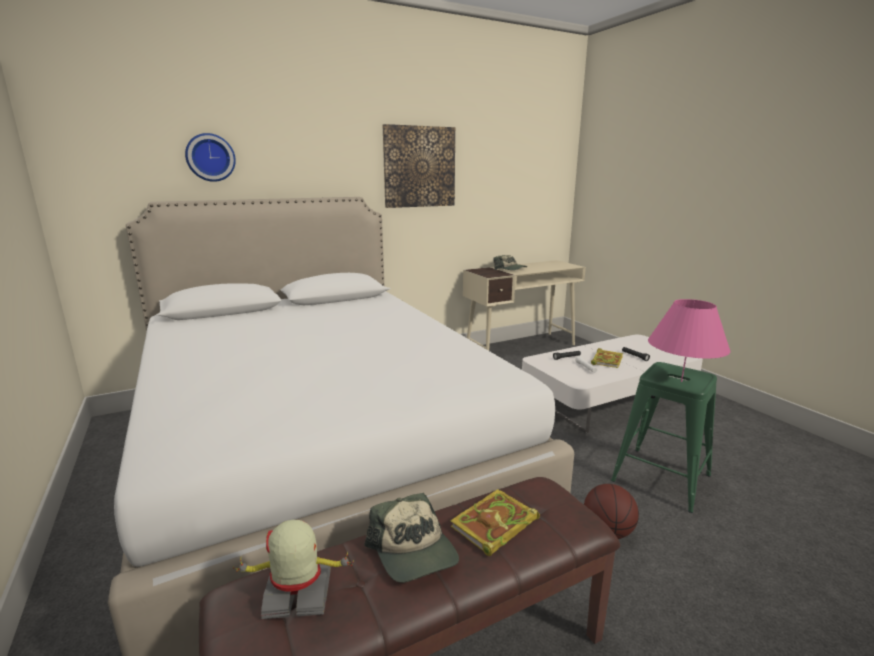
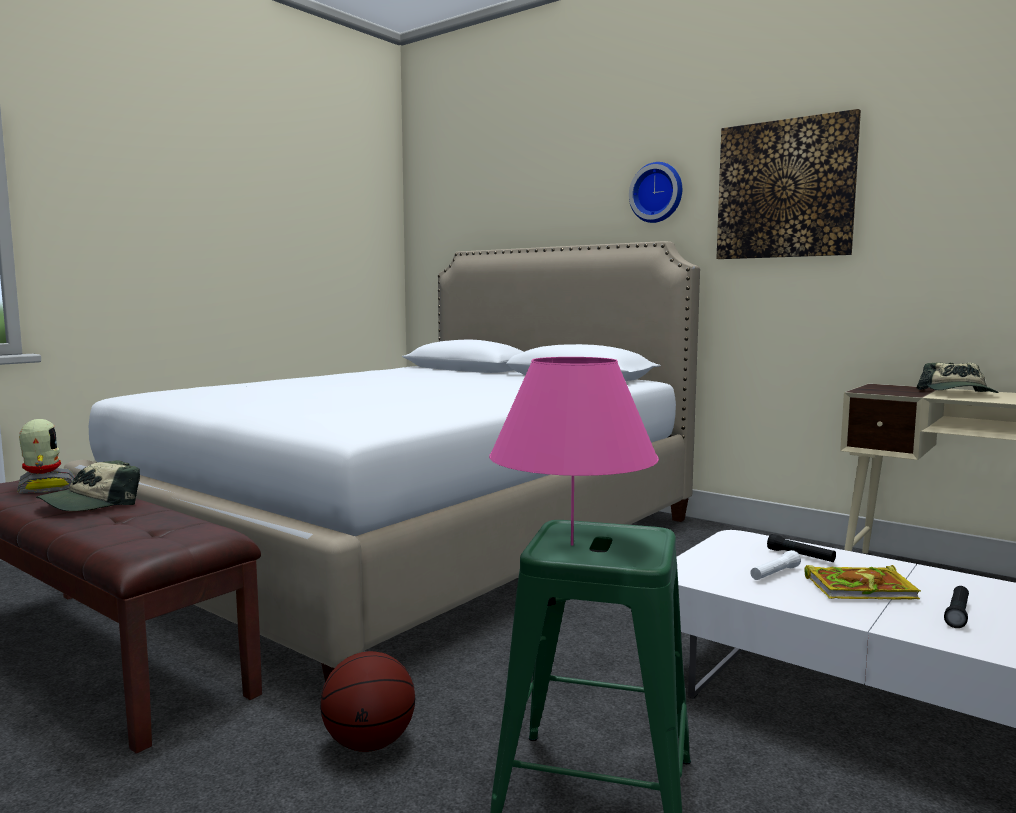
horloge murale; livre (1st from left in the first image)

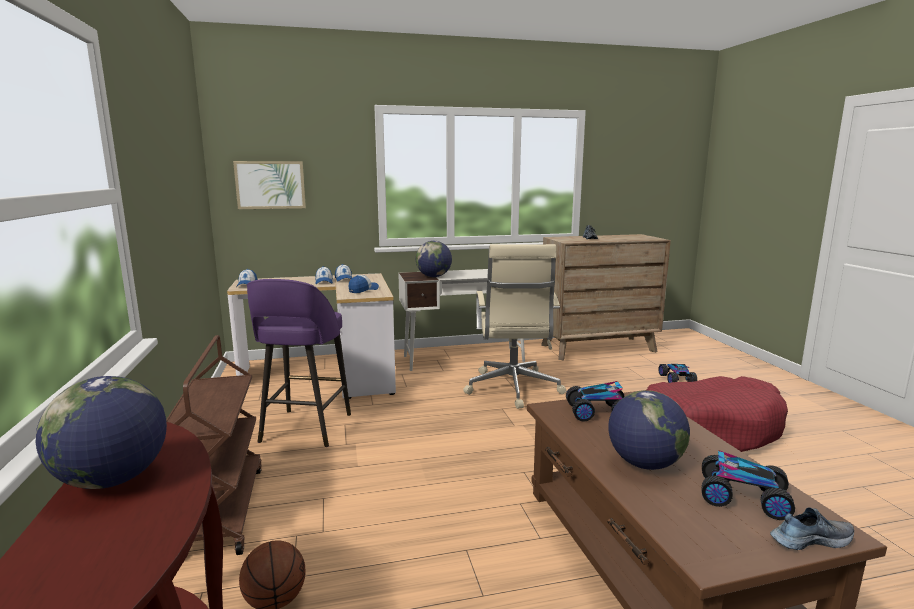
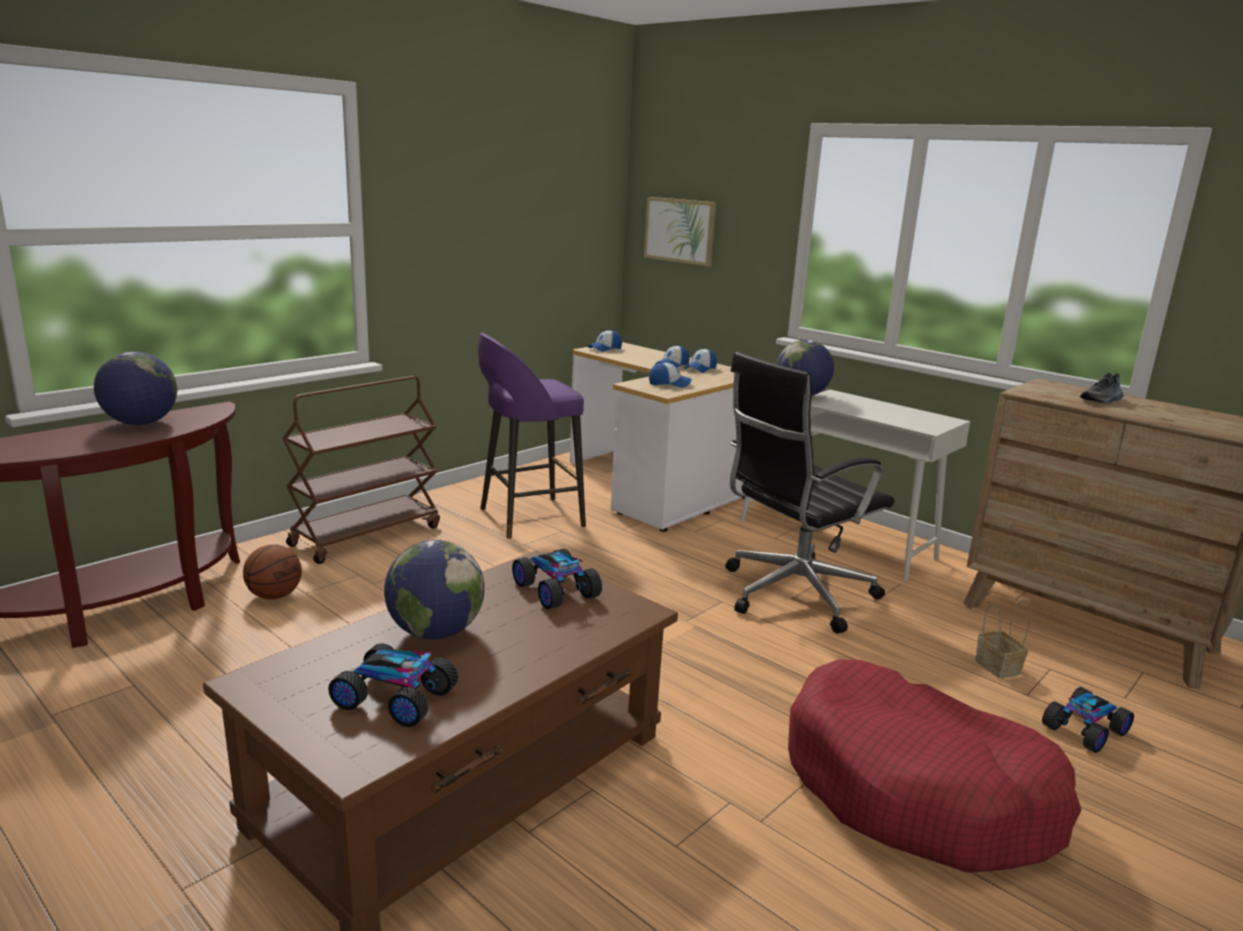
chaise de bureau [noir]; petite voiture (1st from left); chaussure (2nd from left in the first image); panier

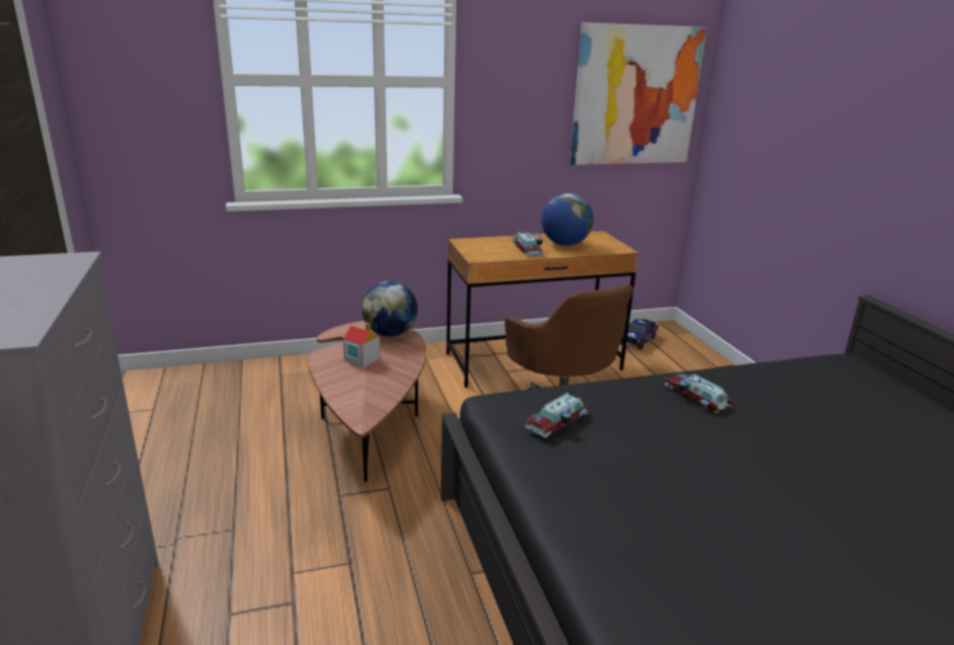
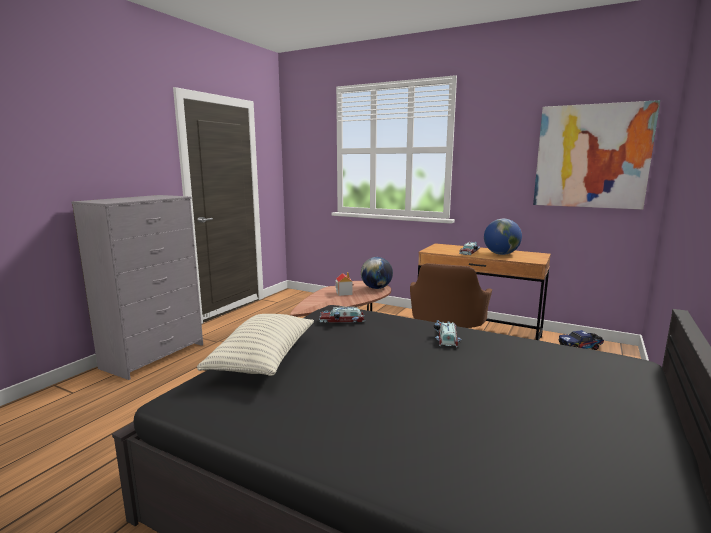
coussin

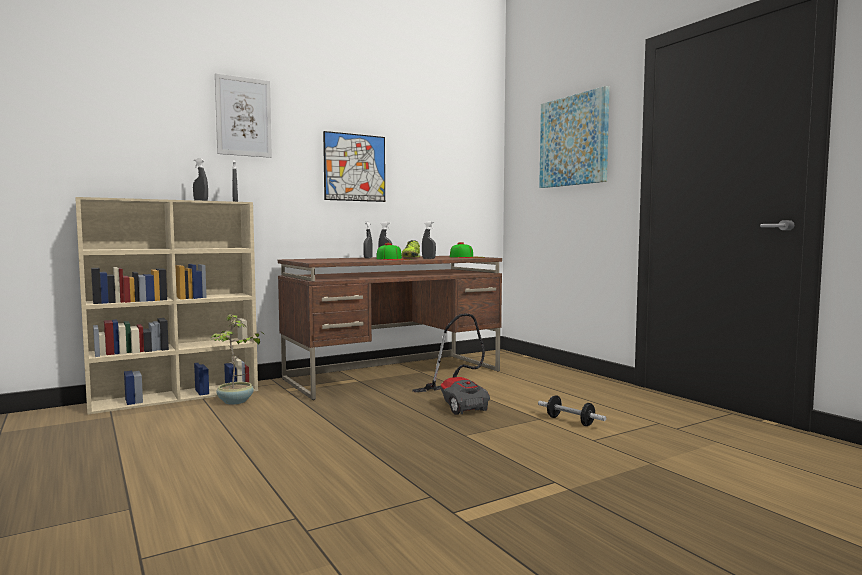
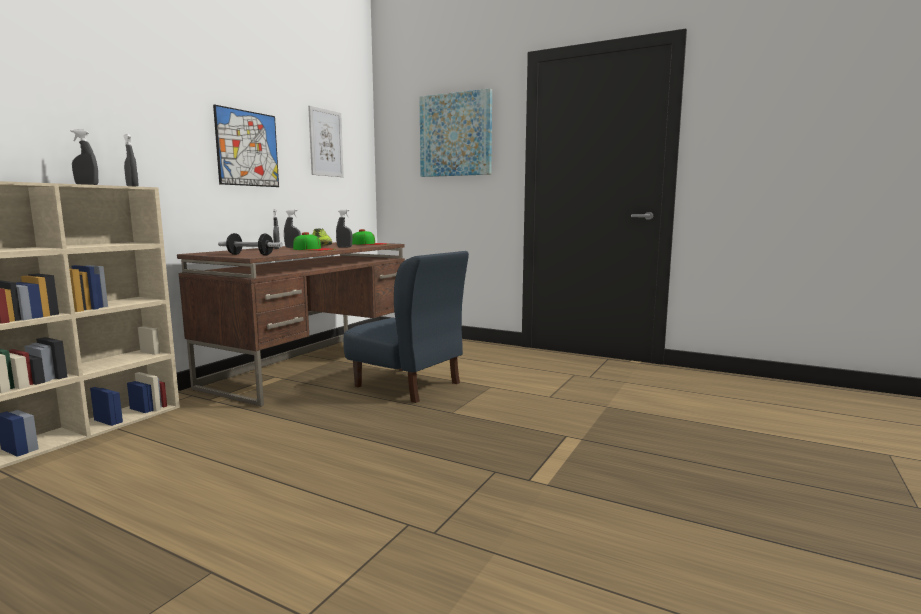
plante en pot; tableau (2nd from left); chaise [bleu]; haltère

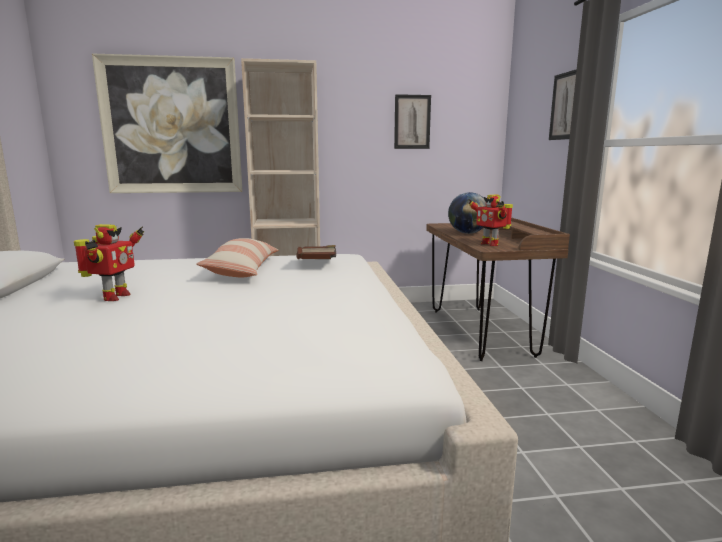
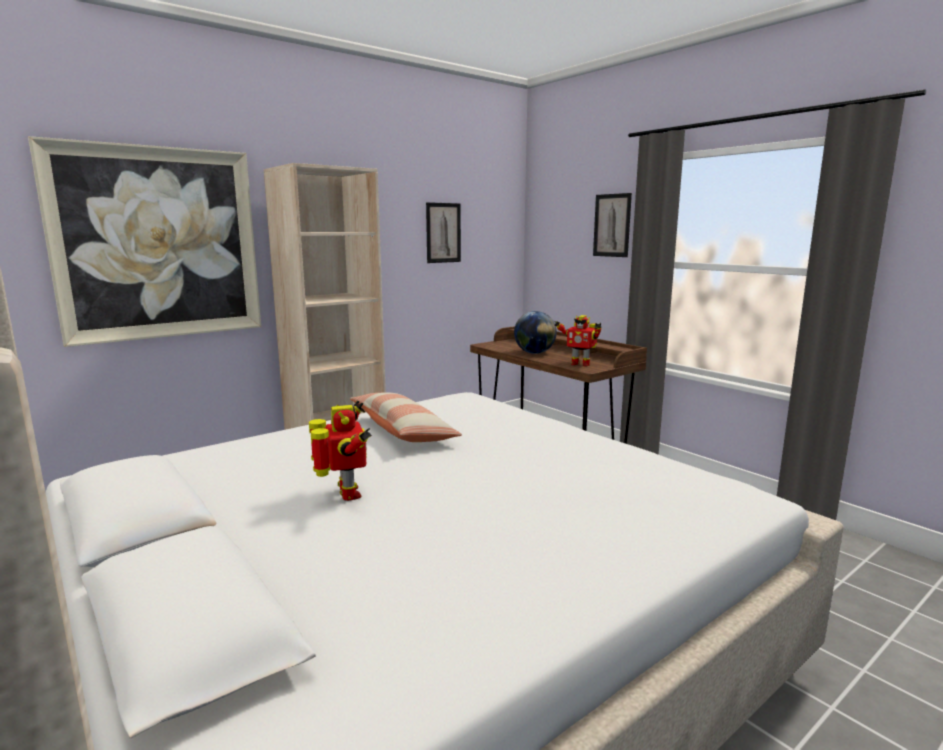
livre [marron]

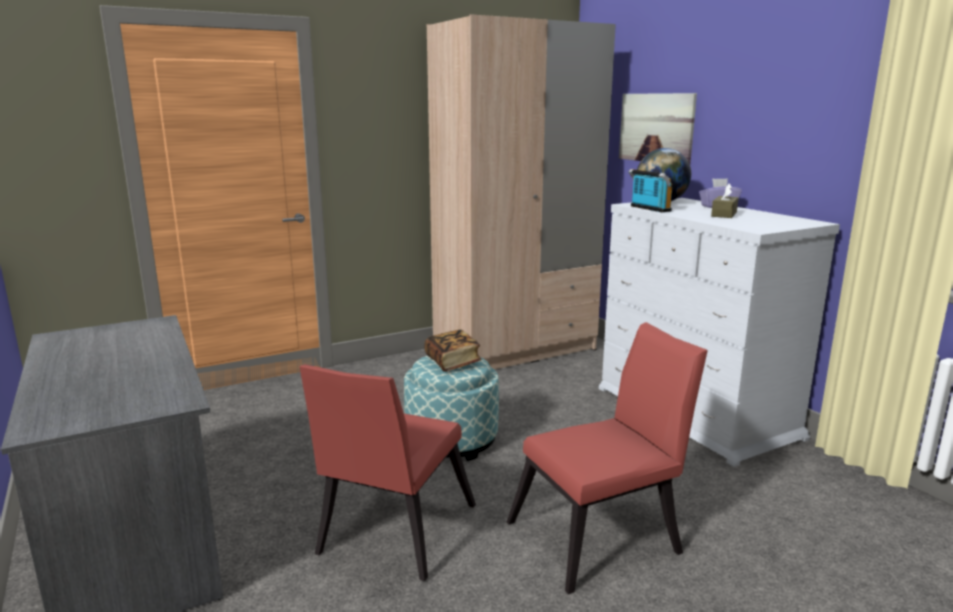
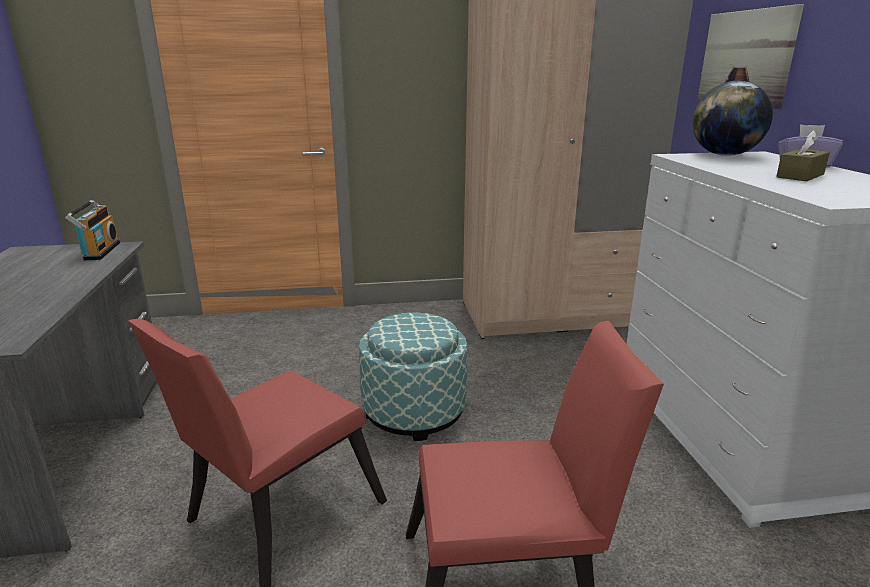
livre; radio

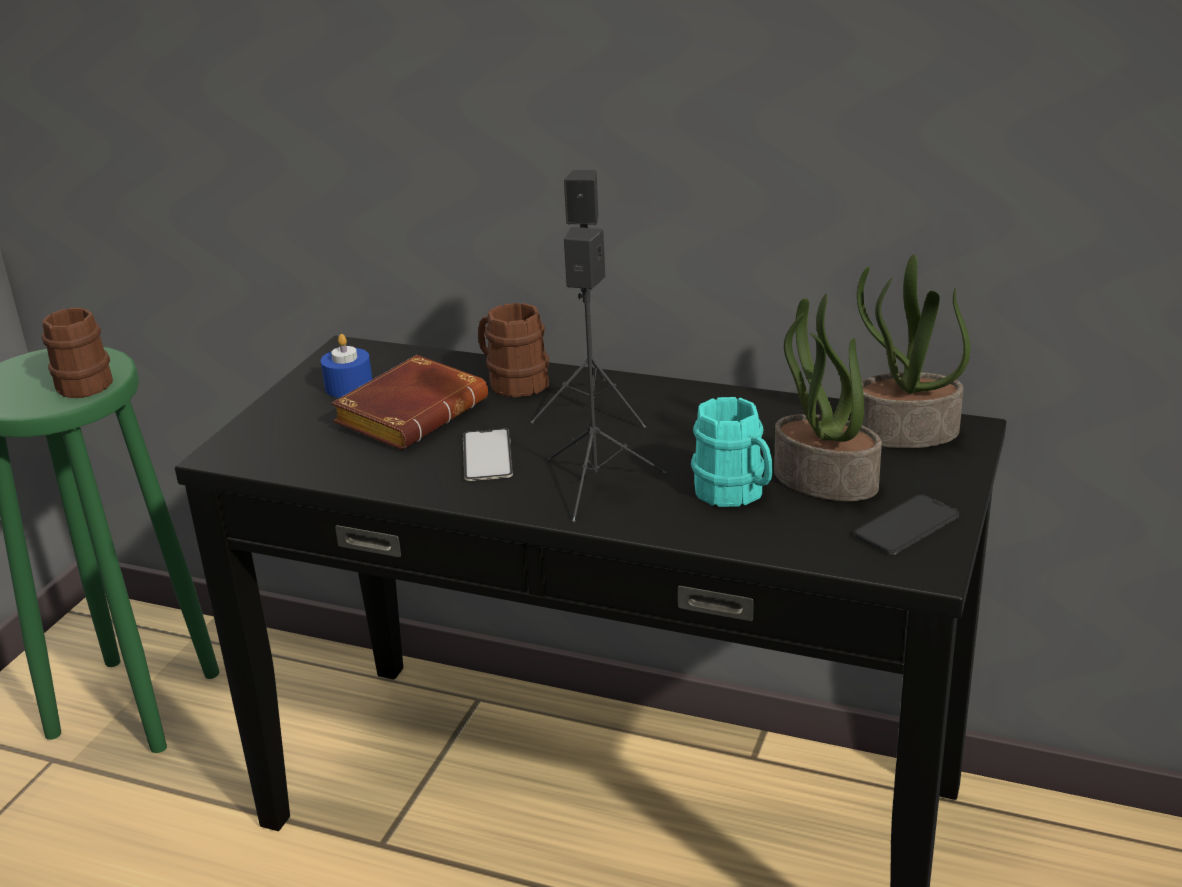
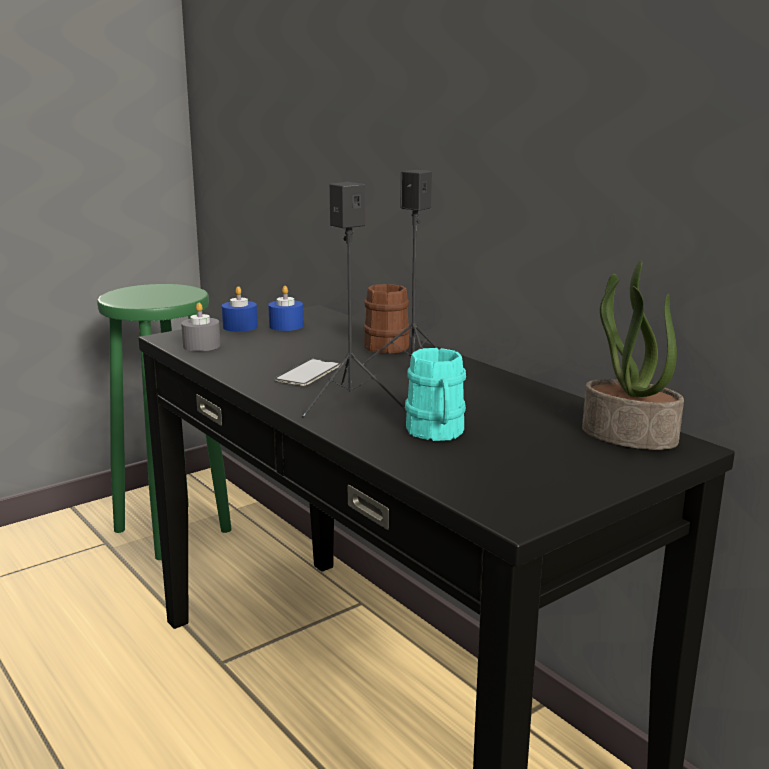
mug [marron] (1st from left in the first image); livre [marron]; plante en pot (1st from left in the first image); téléphone (2nd from left in the first image); bougie [gris]; bougie [bleu] (1st from left)

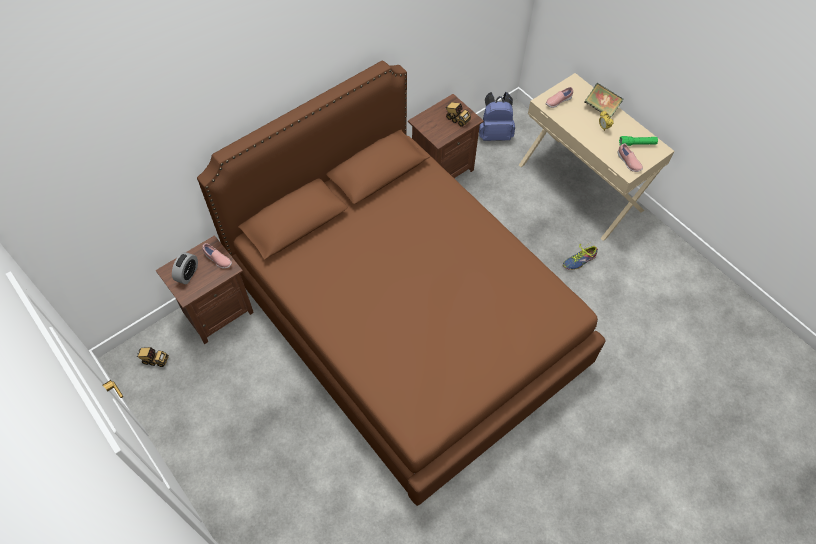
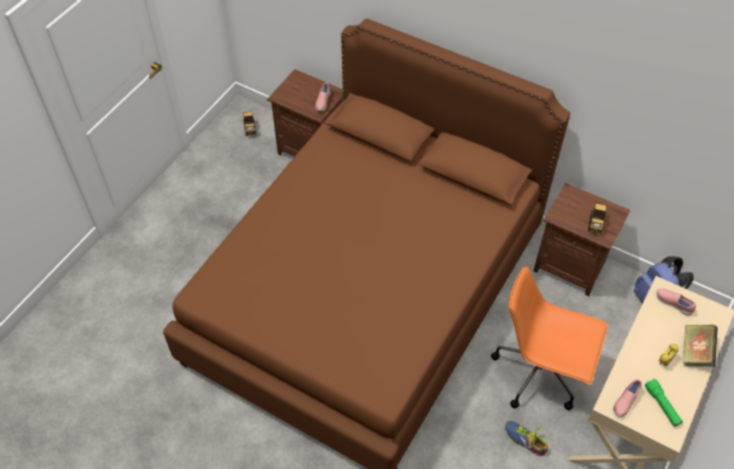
réveil (1st from left in the first image); chaise de bureau [orange]

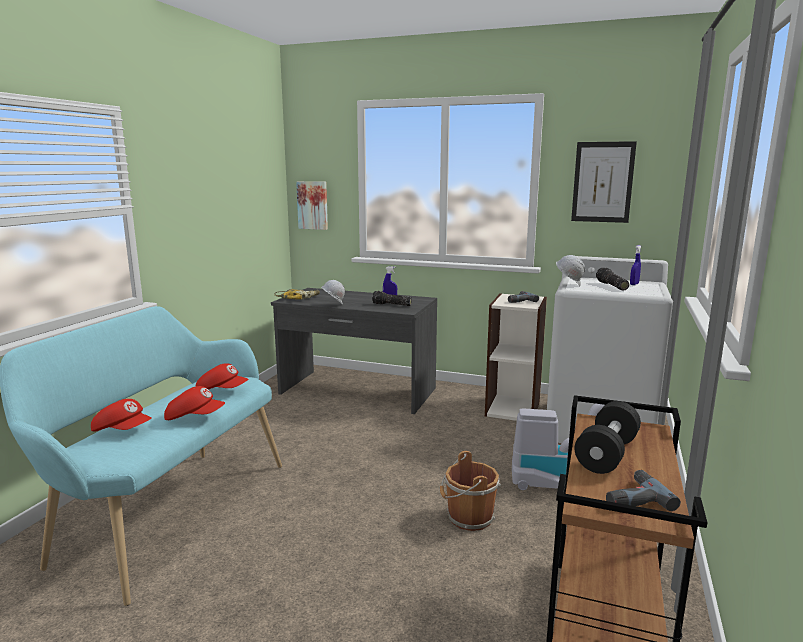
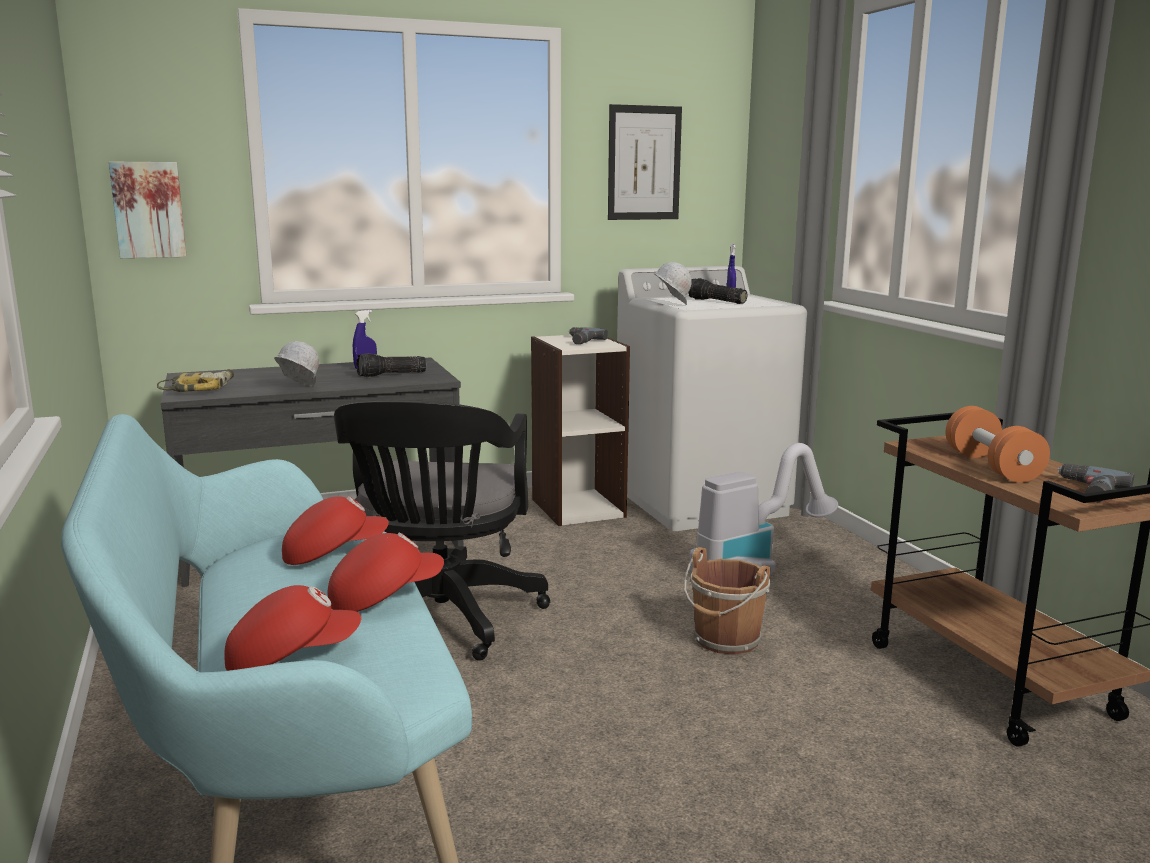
haltère [orange]; chaise de bureau [noir]

